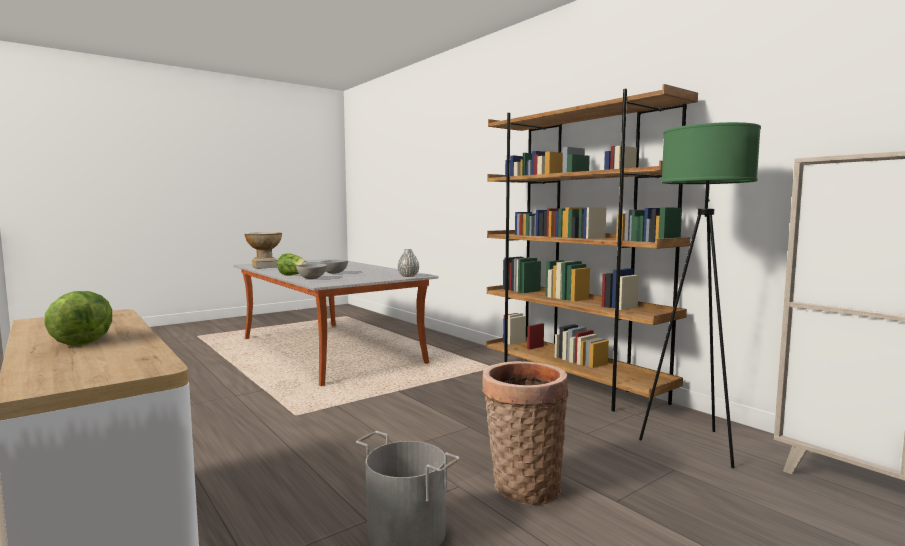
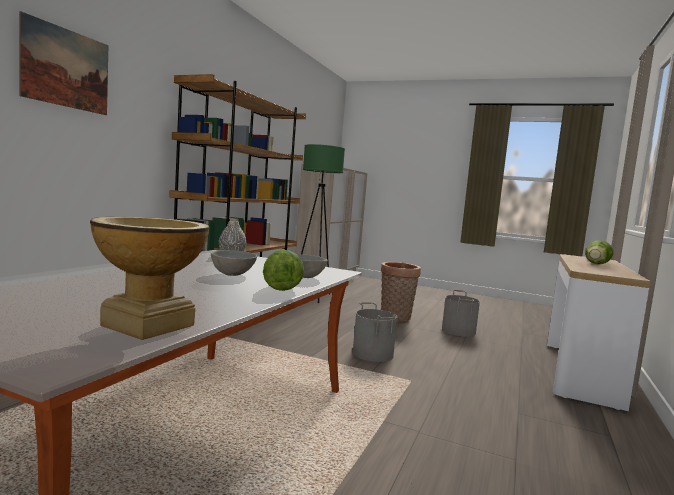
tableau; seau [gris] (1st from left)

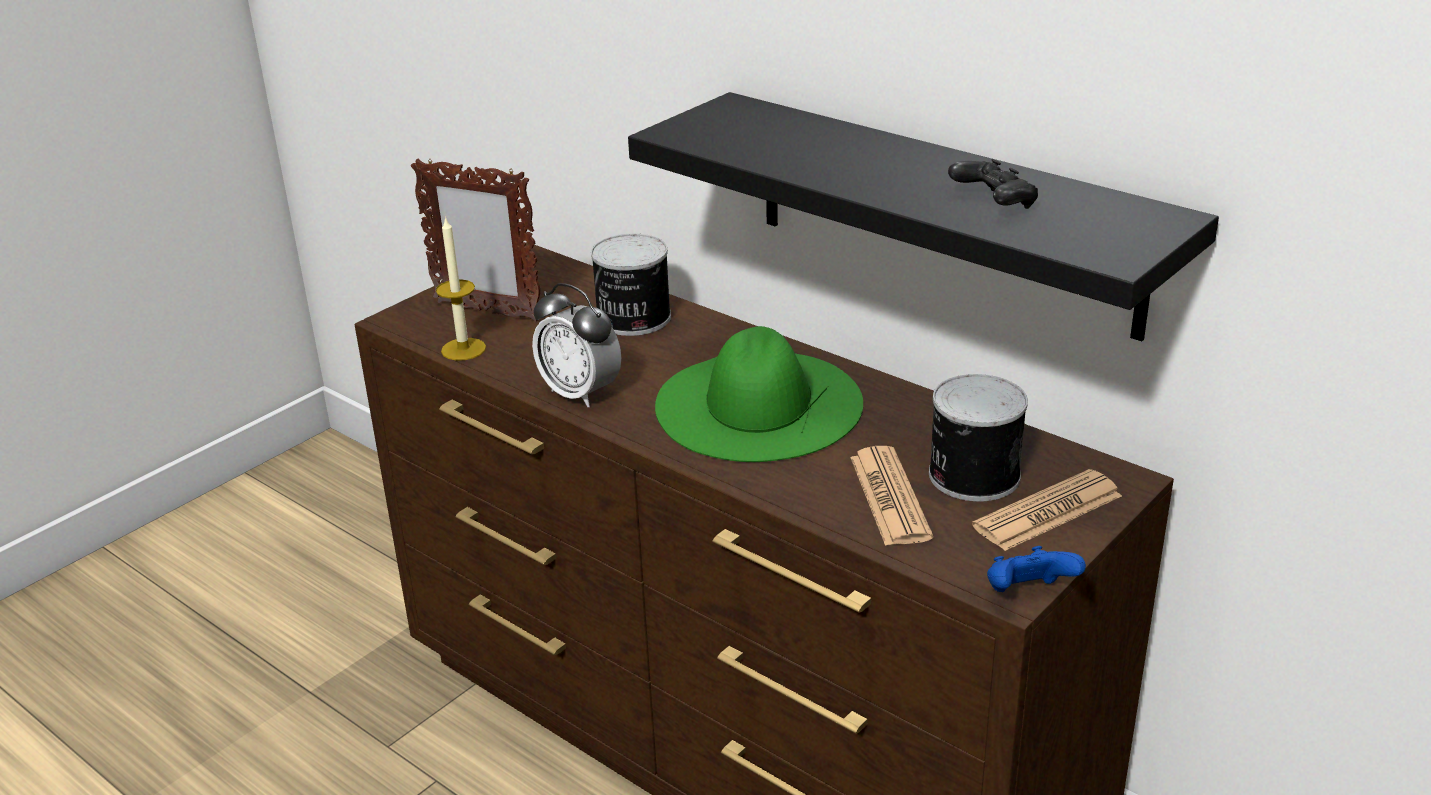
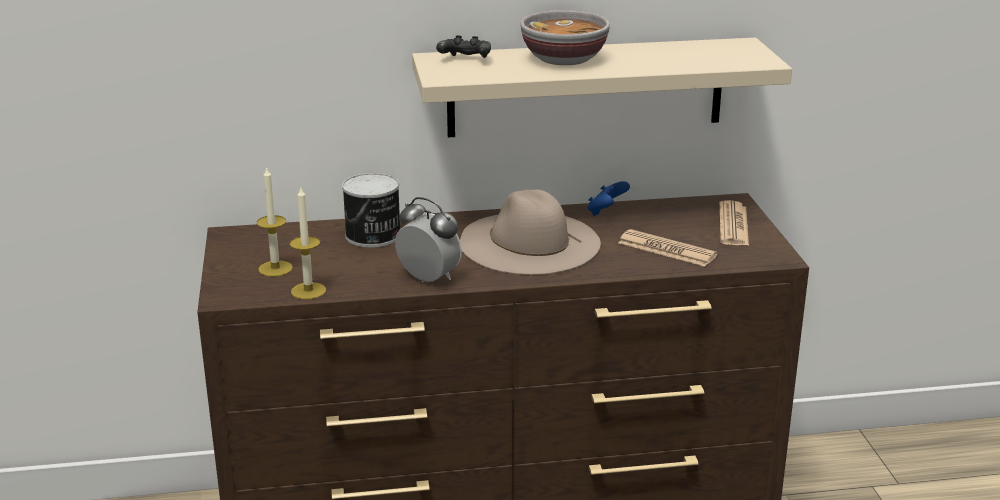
bougie (1st from left); réveil; étagère [beige]; chapeau [beige]; boîte métallique (2nd from left in the first image); manette [noir]; manette [bleu]; bol

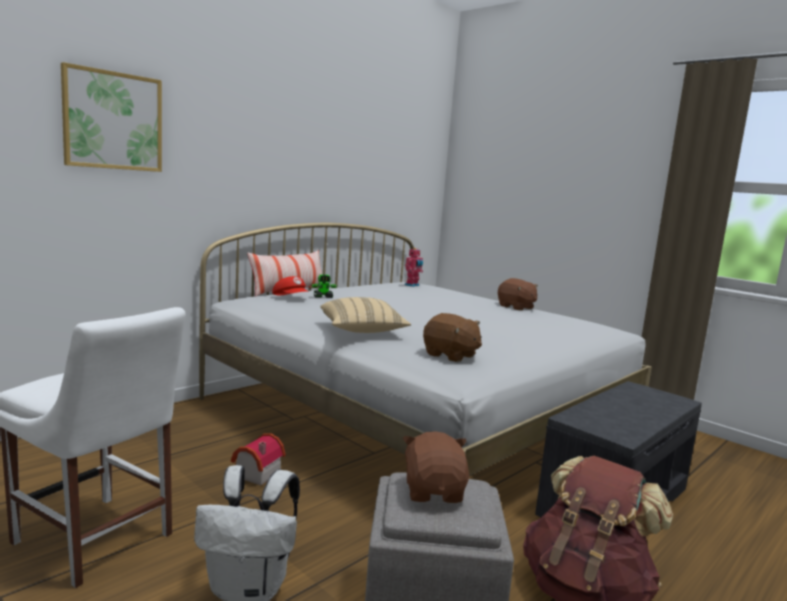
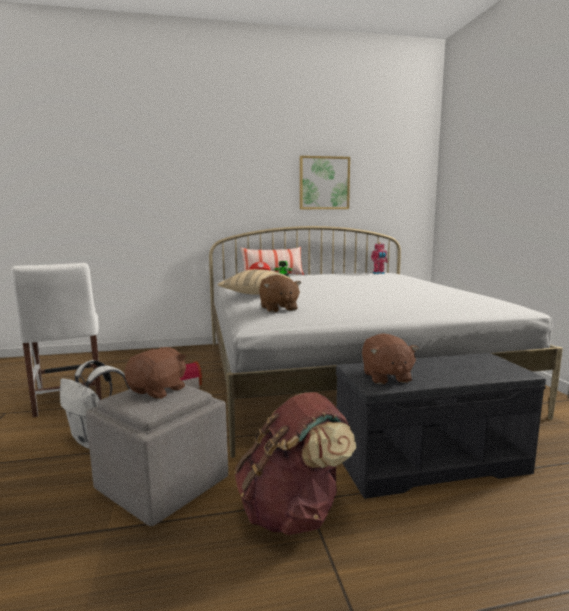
tableau; peluche [marron] (3rd from left)

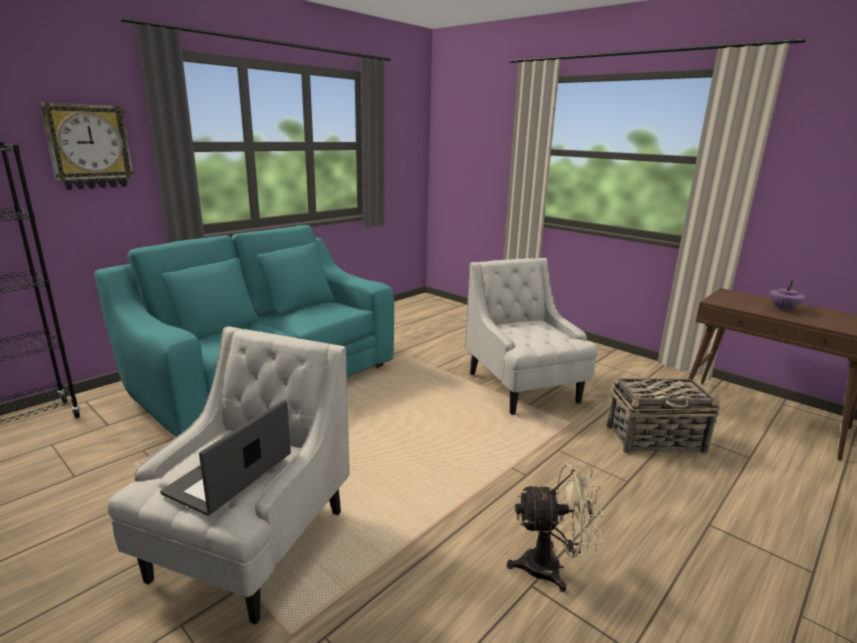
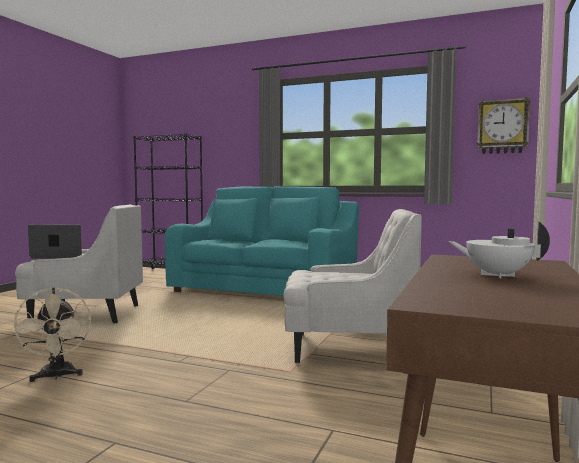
horloge murale; fauteuil [blanc] (2nd from left); panier; théière [blanc]

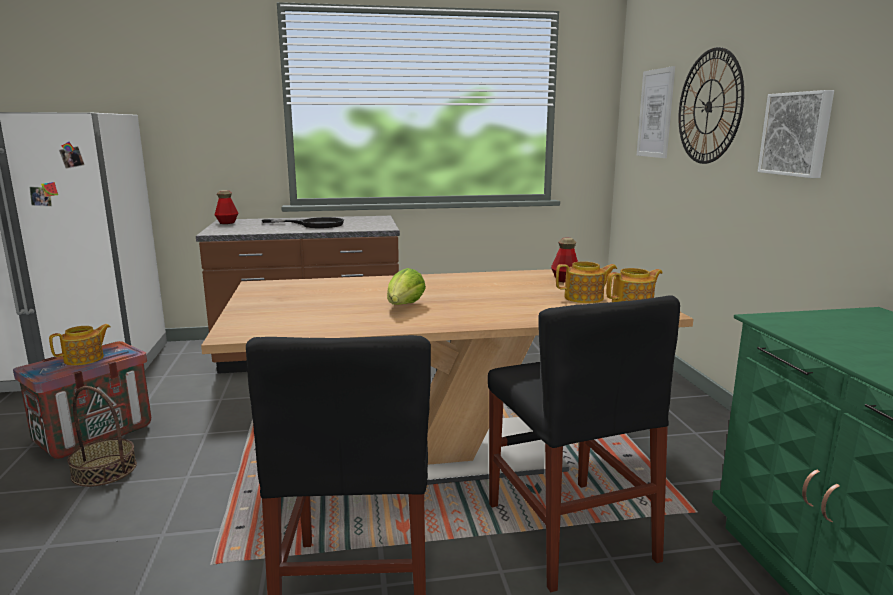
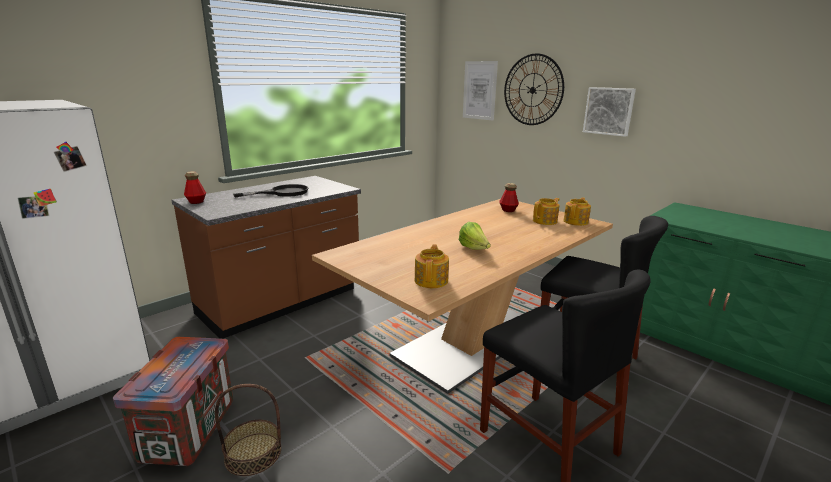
théière (1st from left)

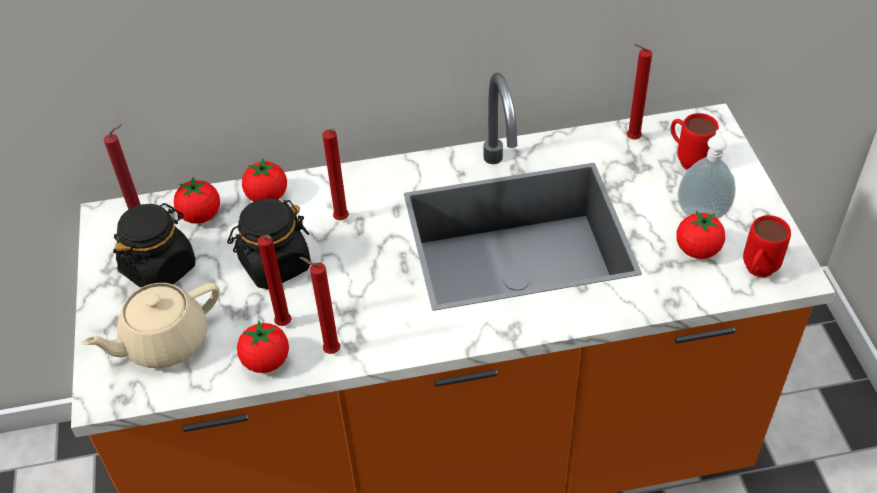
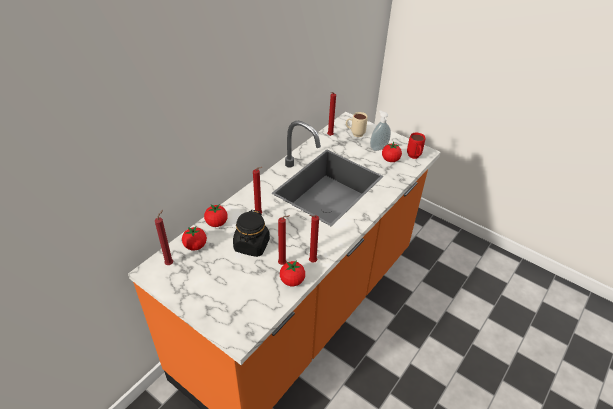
théière [beige]; bocal [noir] (1st from left in the first image); mug [beige]

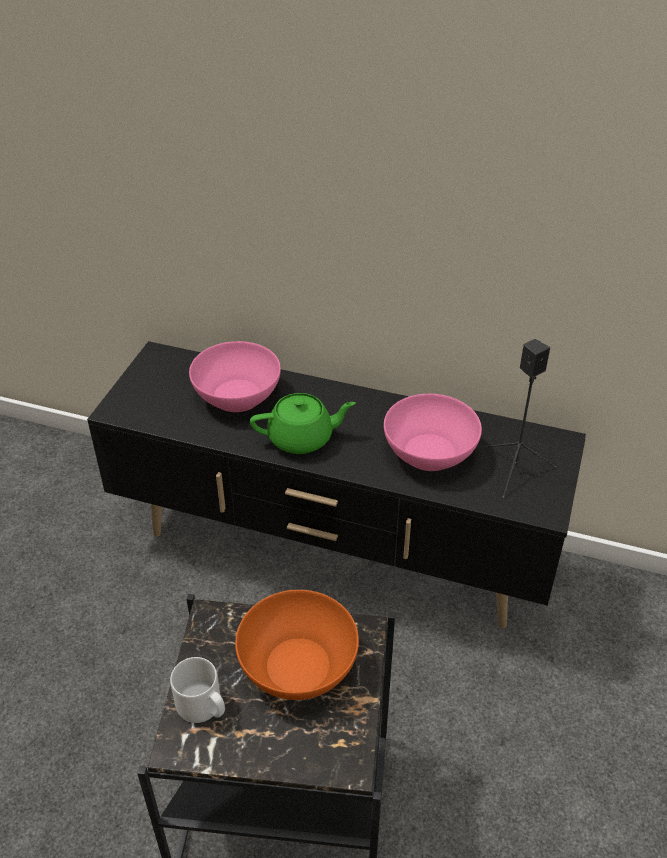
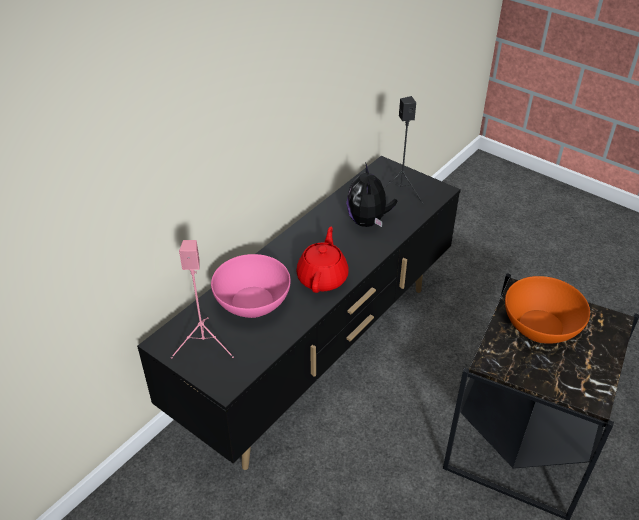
mug [gris]; théière [rouge]; peluche; enceinte [rose]

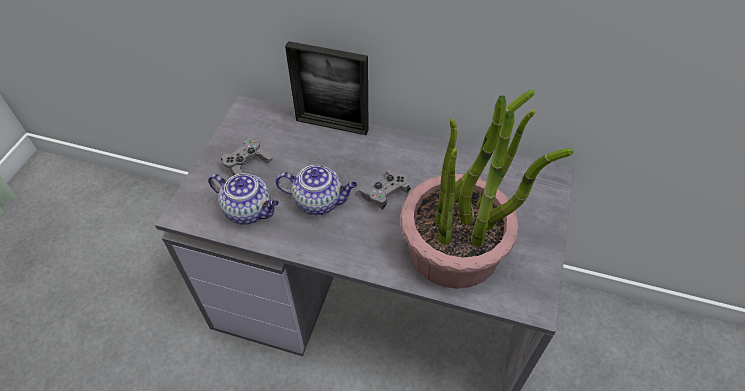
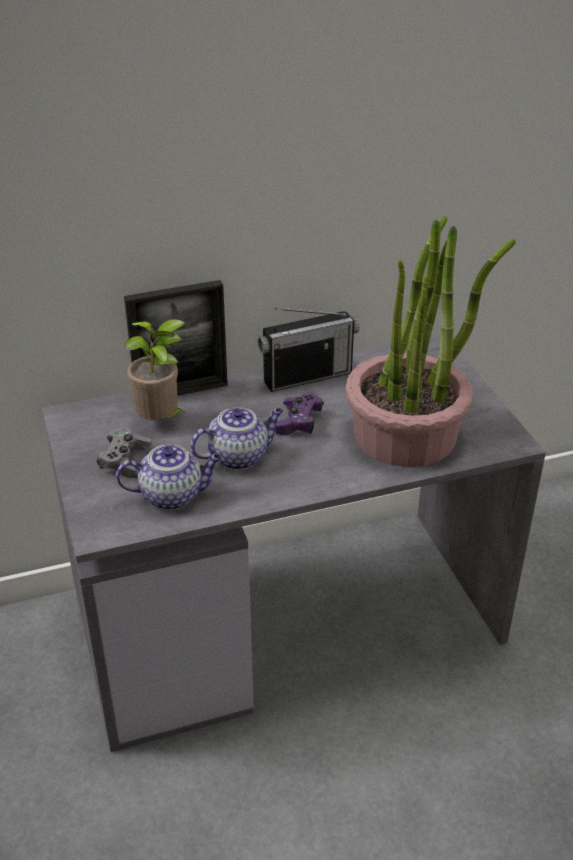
manette [violet]; plante en pot (1st from left); radio

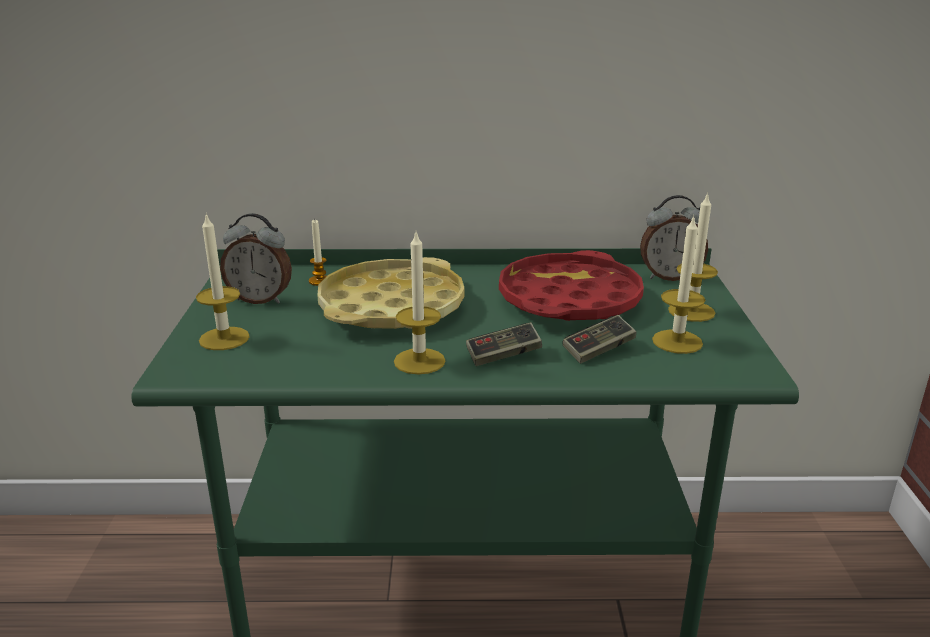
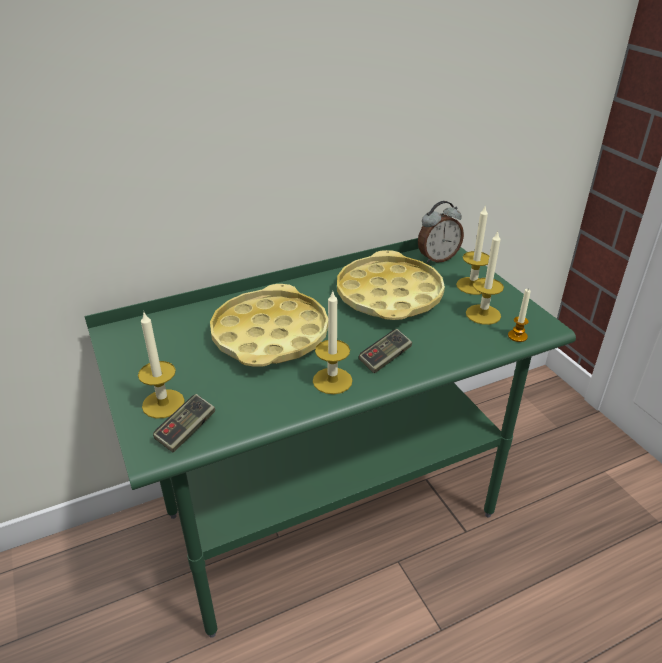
réveil (1st from left in the first image); bougie (5th from left); plateau [jaune] (2nd from left); manette (1st from left)

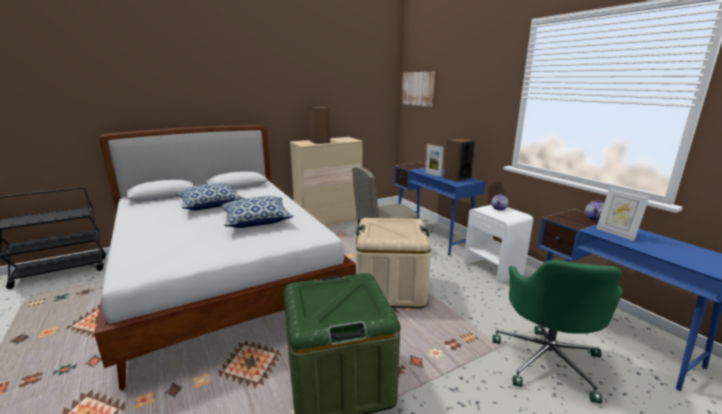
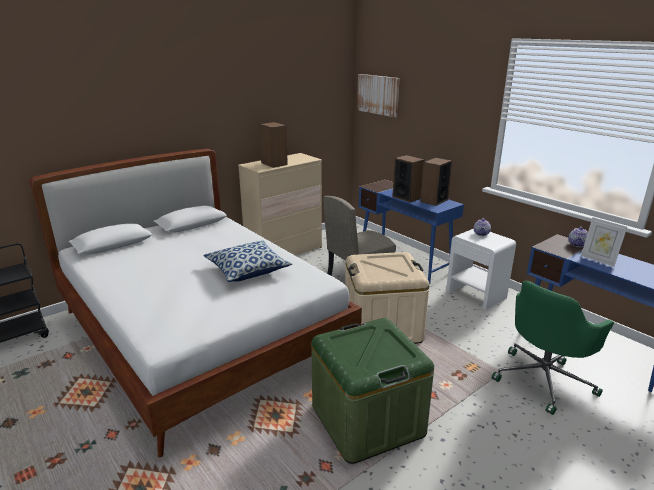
coussin (1st from left in the first image); enceinte (2nd from left); chaise de bureau [vert]

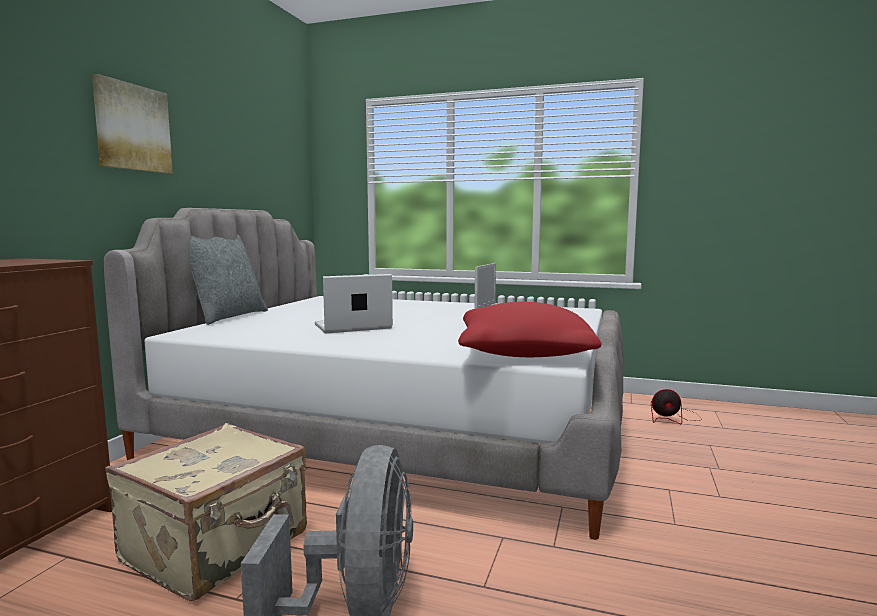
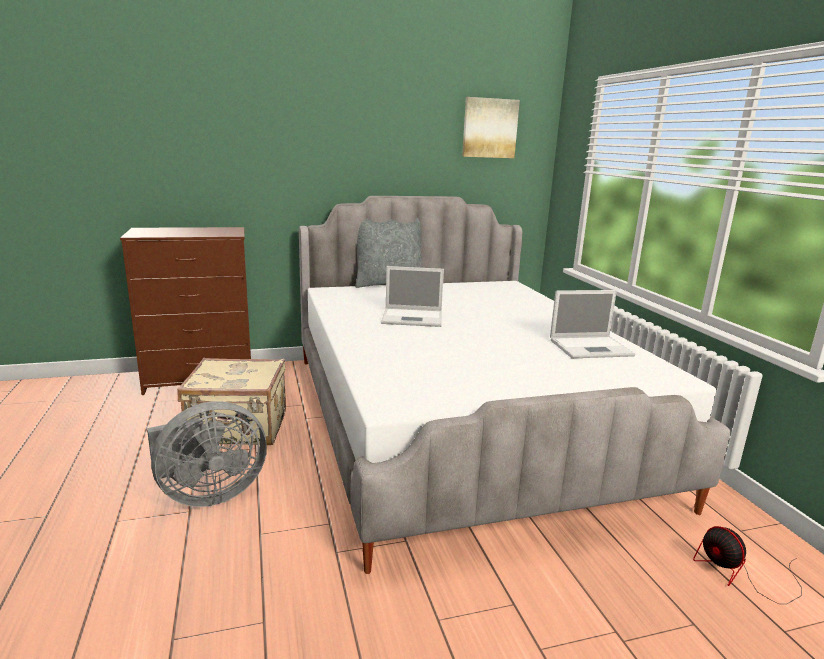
tableau; ordinateur portable (1st from left); coussin [rouge]

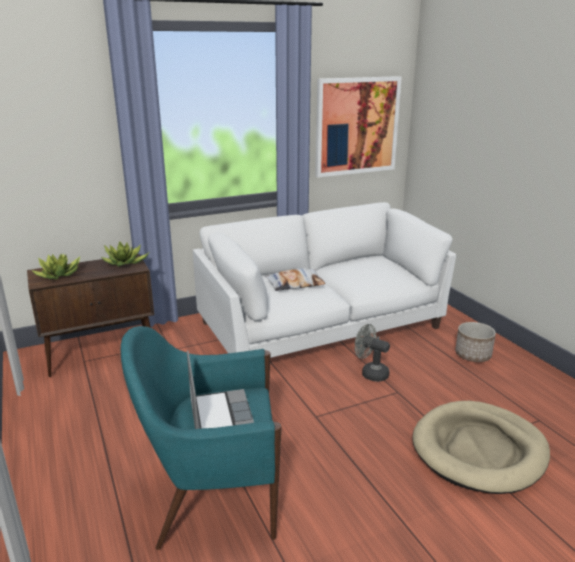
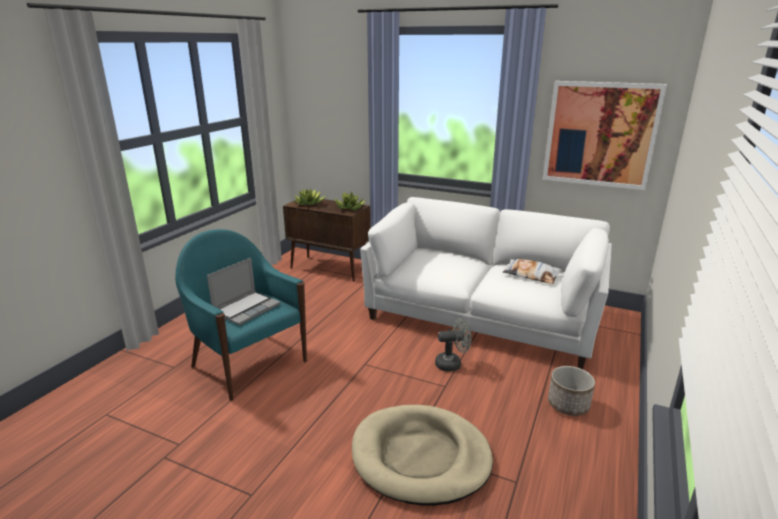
coussin; ventilateur [gris]

